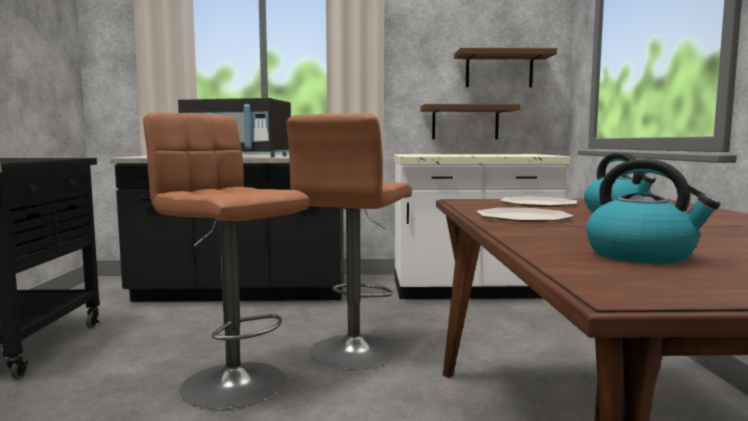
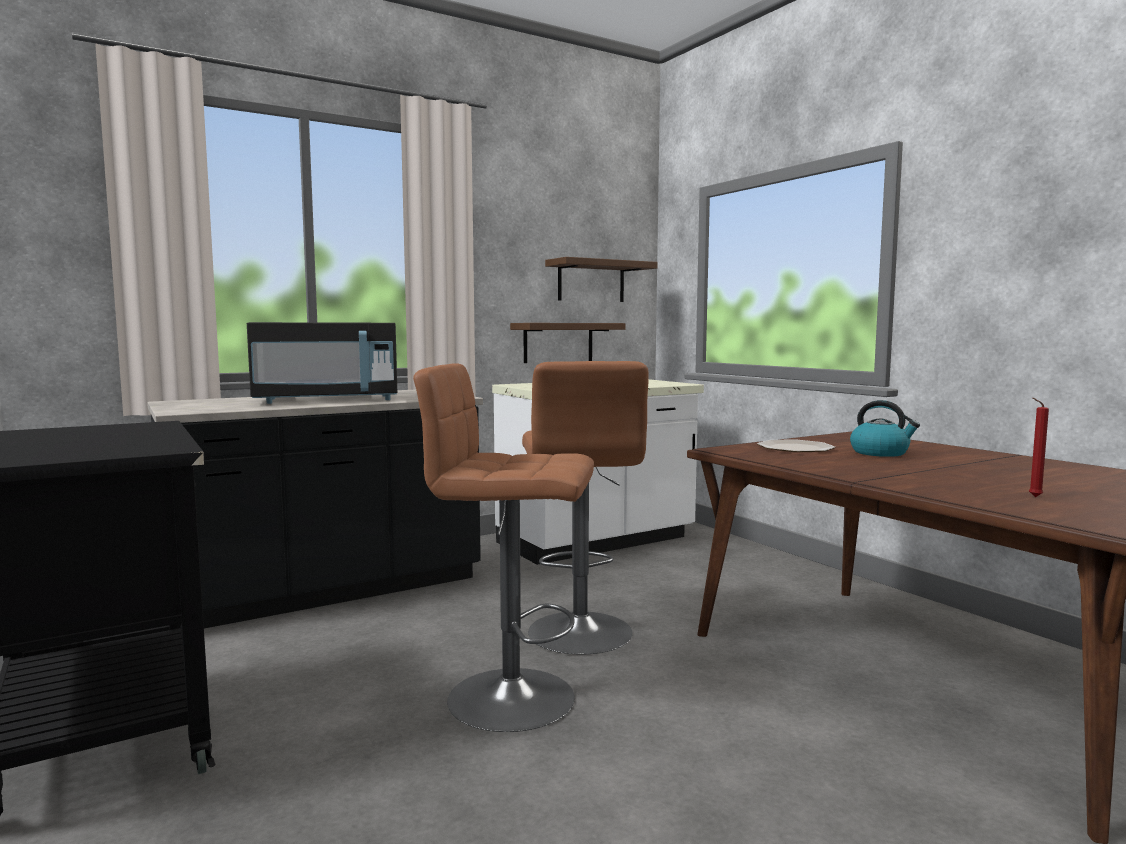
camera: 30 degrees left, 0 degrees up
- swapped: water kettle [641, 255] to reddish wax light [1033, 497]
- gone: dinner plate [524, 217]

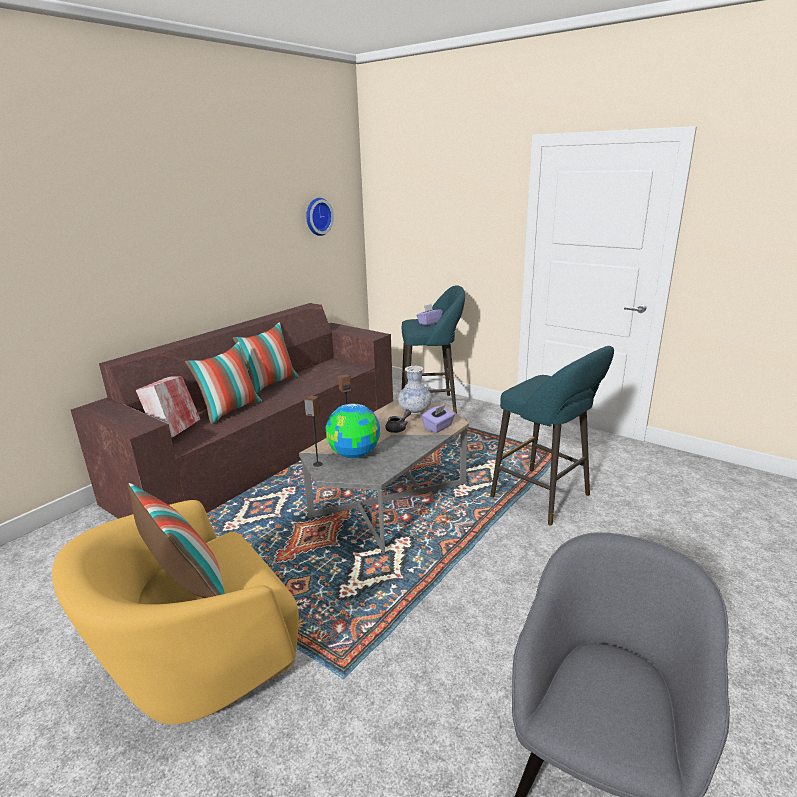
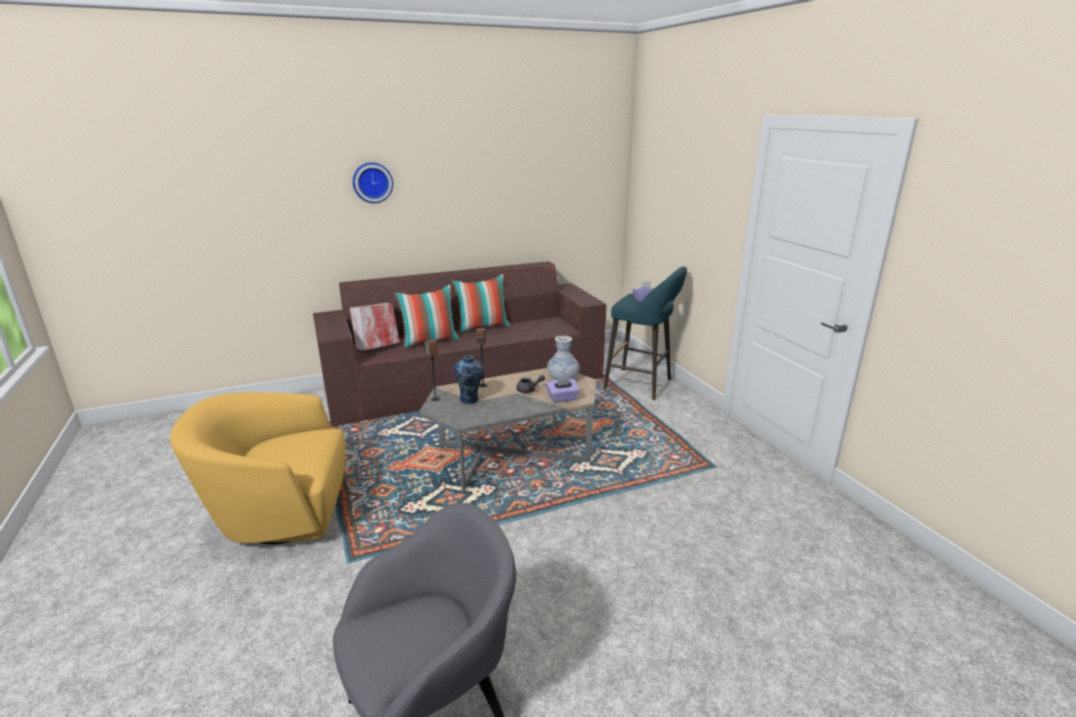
camera: 30 degrees right, 0 degrees up
- shifted: clock on the wall [317, 216] to [372, 182]
- swapped: desk globe [355, 454] to decorative vase [470, 400]
- gone: throw pillow [187, 587]
- gone: blue-green stool seat [545, 498]

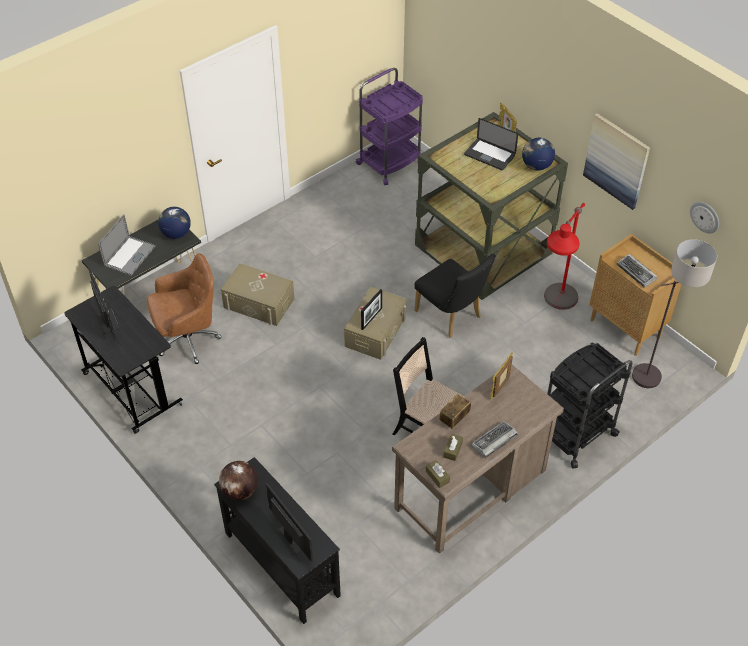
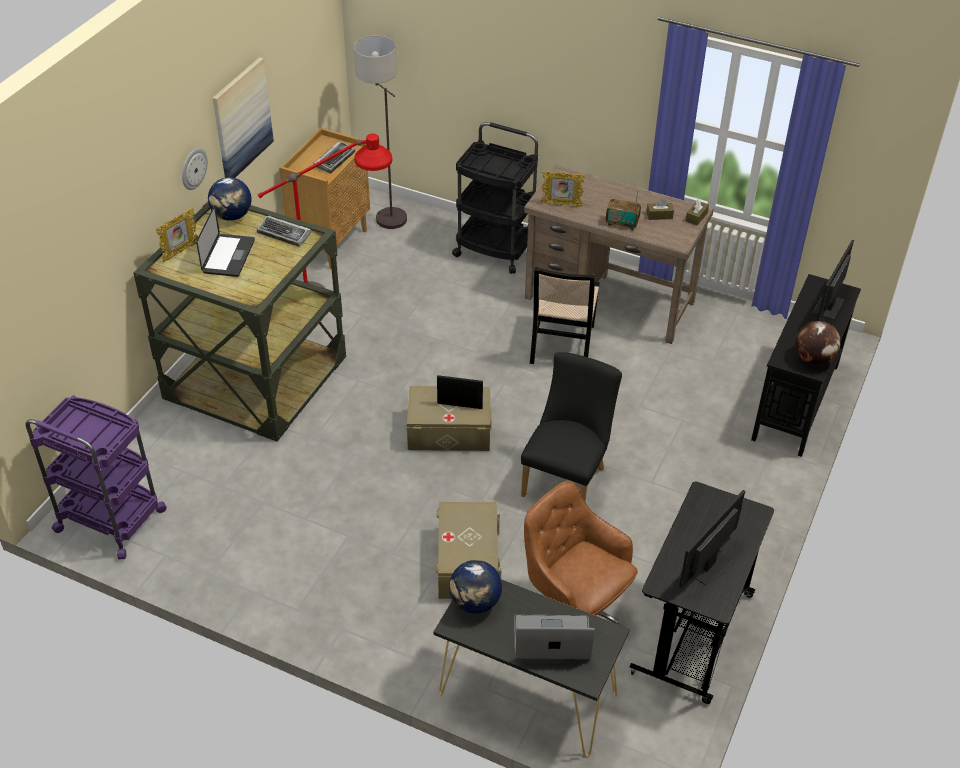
camera: 115 degrees left, 5 degrees down
- shifted: clock on the wall [705, 217] to [193, 168]
- shifted: keyboard [494, 441] to [285, 234]
- shifted: black plain chair [451, 316] to [567, 478]

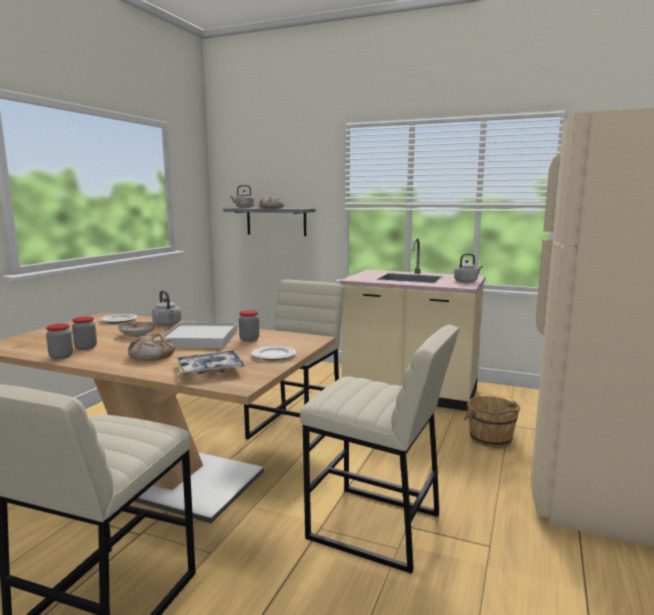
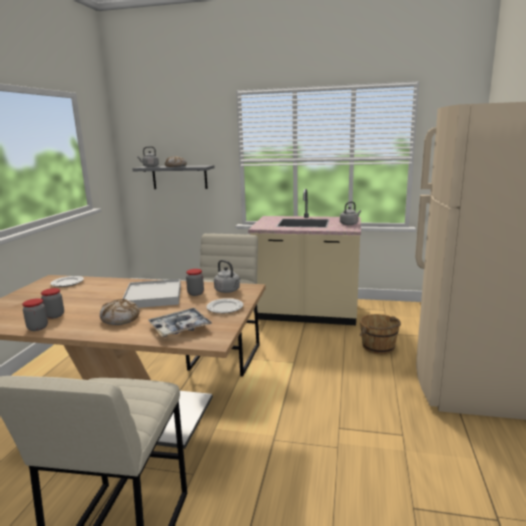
camera: 10 degrees left, 5 degrees up
- shifted: grey water kettle [168, 324] to [228, 291]
- gone: dinner plate [138, 334]
- gone: beige plain chair [378, 527]

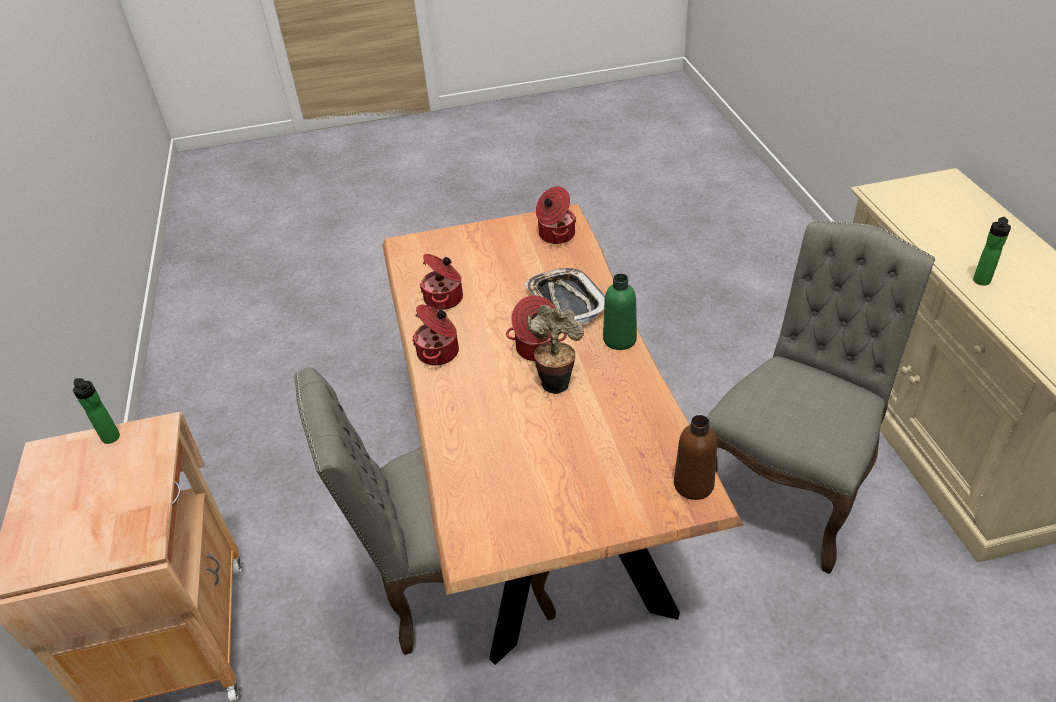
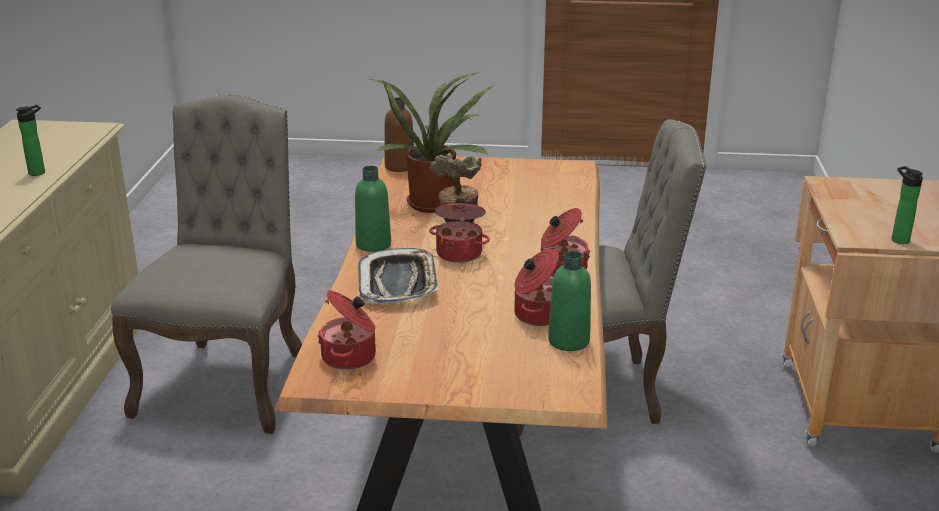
camera: 165 degrees left, 15 degrees down
- rotated: grey plain chair [791, 489] = [228, 382] 135 degrees clockwise
- new: plant in a pot [434, 202]
- new: green-coloured beverage bottle [568, 341]

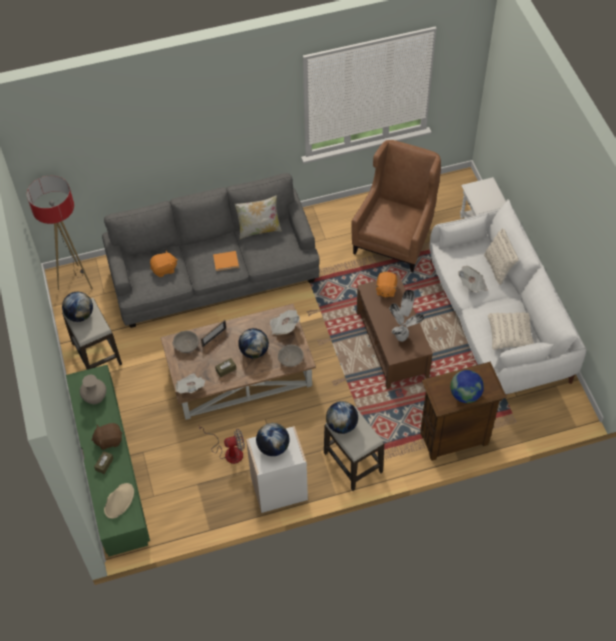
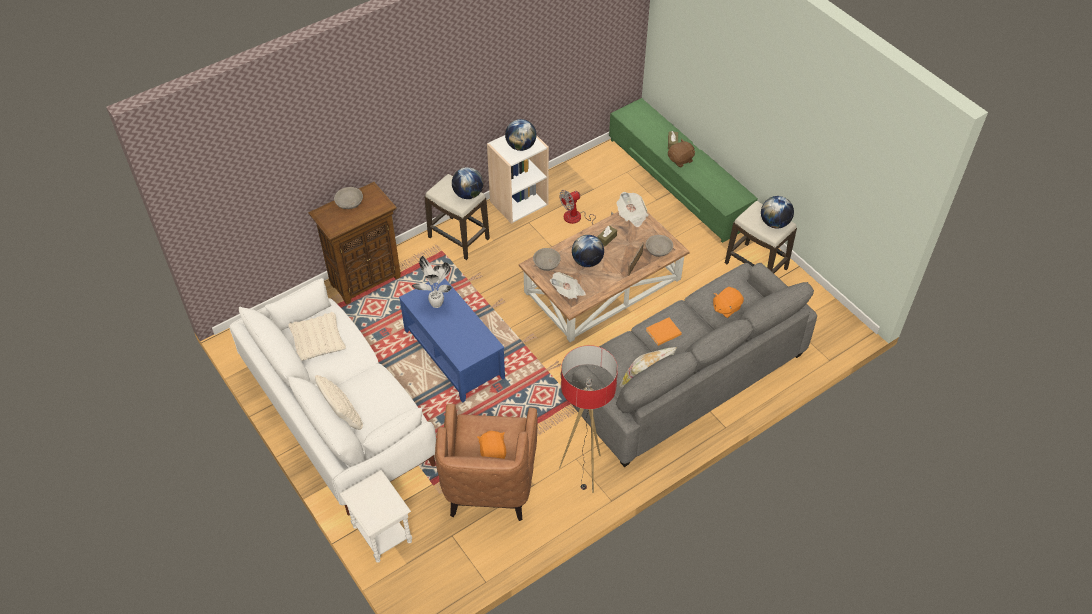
camera: 160 degrees right, 5 degrees down
- swapped: desk globe [465, 395] to grey deep dish [349, 203]
- repainted: brownish low table [392, 344] to blue-coloured low table [453, 354]
- shifted: orange plush toy [385, 290] to [493, 453]
- shifted: floor lamp [76, 281] to [584, 472]
- gone: beige decorative vase [95, 396]
- gone: beige wearable hat [119, 501]
- gone: printed paper [472, 285]

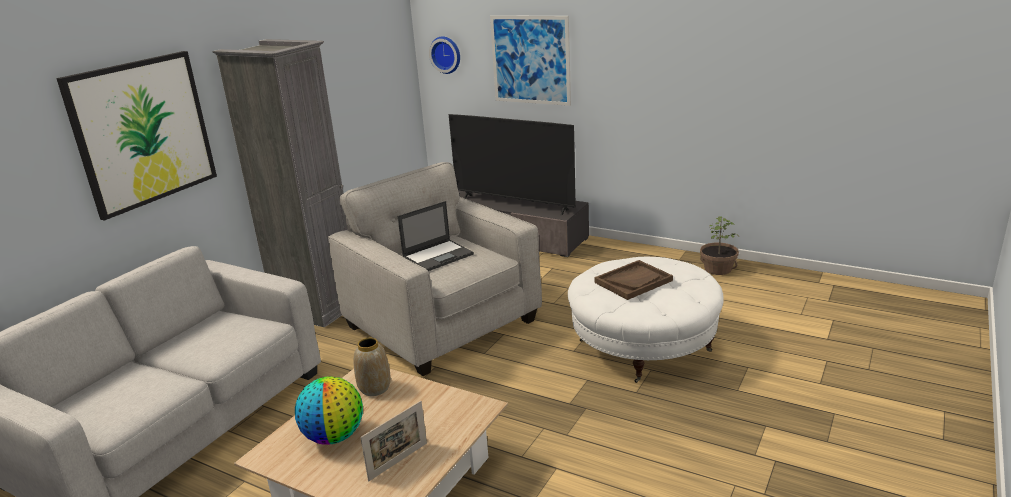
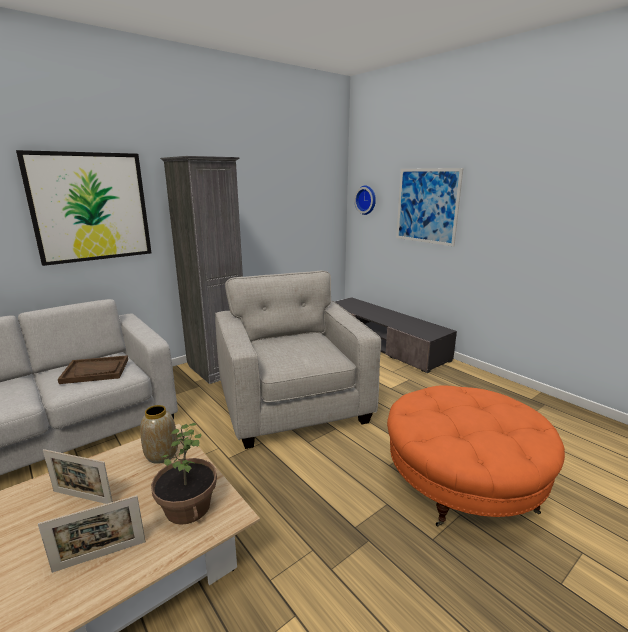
camera: 20 degrees right, 5 degrees down
- swapped: desk globe [334, 436] to picture frame [82, 498]
- shifted: brownish serving tray [633, 281] to [95, 371]
- shifted: plant in a pot [717, 269] to [187, 507]
- repainted: white pouffe [643, 346] to orange pouffe [462, 482]
- gone: portable computer [438, 255]
- gone: TV set [514, 204]

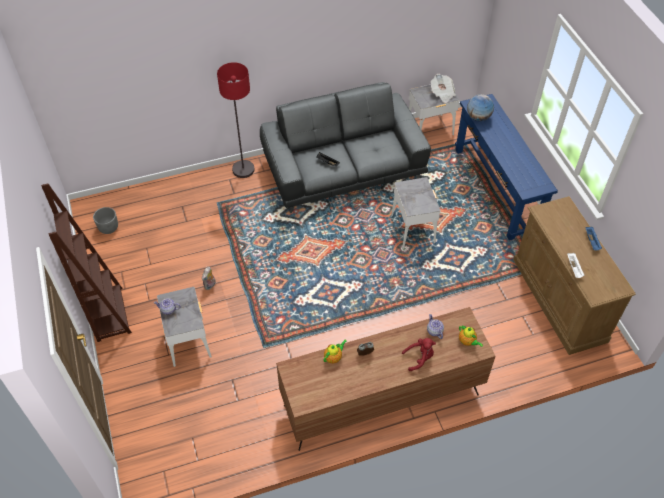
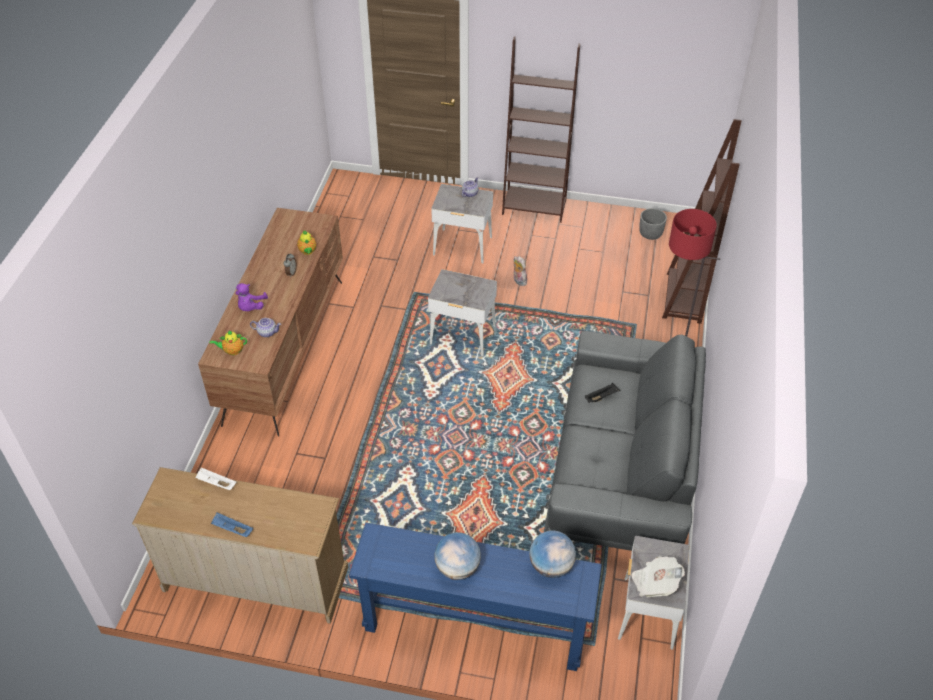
camera: 120 degrees right, 5 degrees down
- repainted: reddish plush toy [419, 358] to purple-coloured plush toy [251, 307]
- shifted: end table [413, 228] to [463, 336]
- new: desk globe [458, 568]
- new: brownish bookshelf [684, 298]

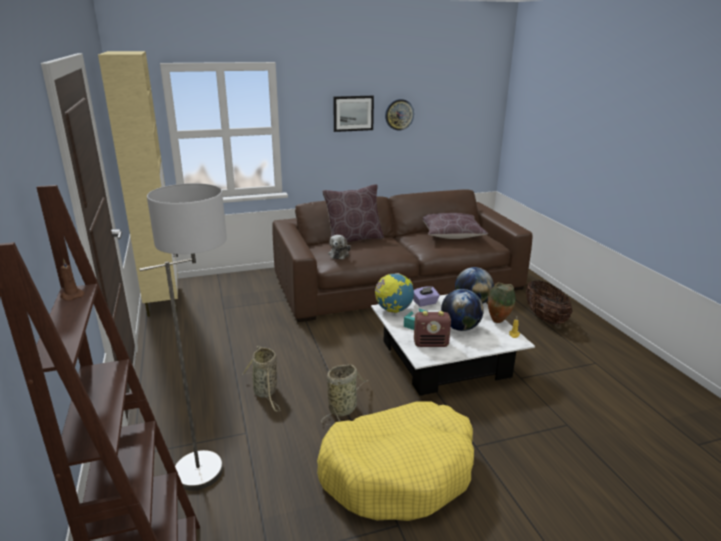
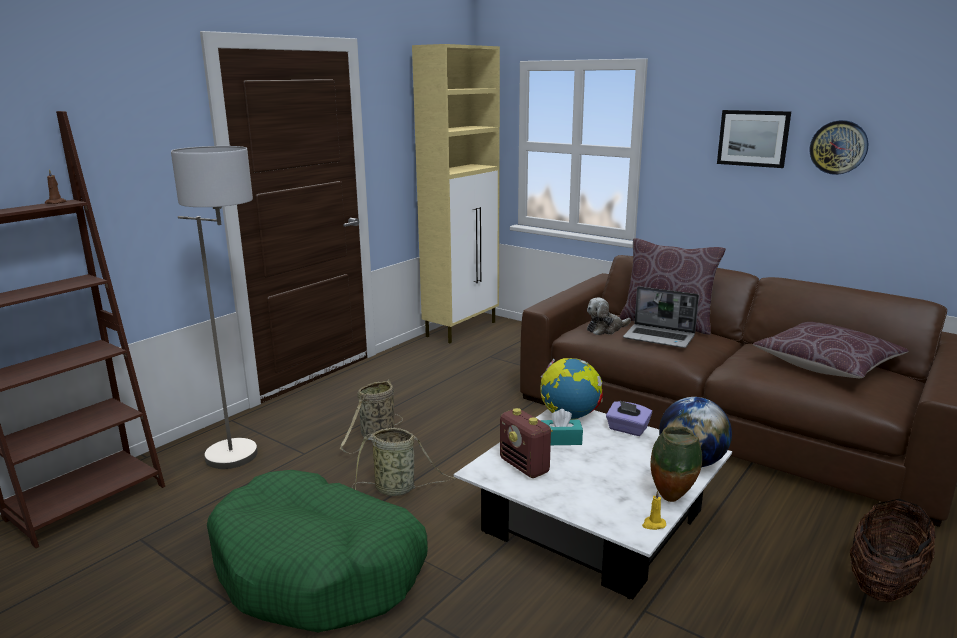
camera: 55 degrees right, 5 degrees down
- repainted: yellow pet bed [398, 471] to green-coloured pet bed [319, 569]
- new: portable computer [660, 337]
- gone: desk globe [460, 328]

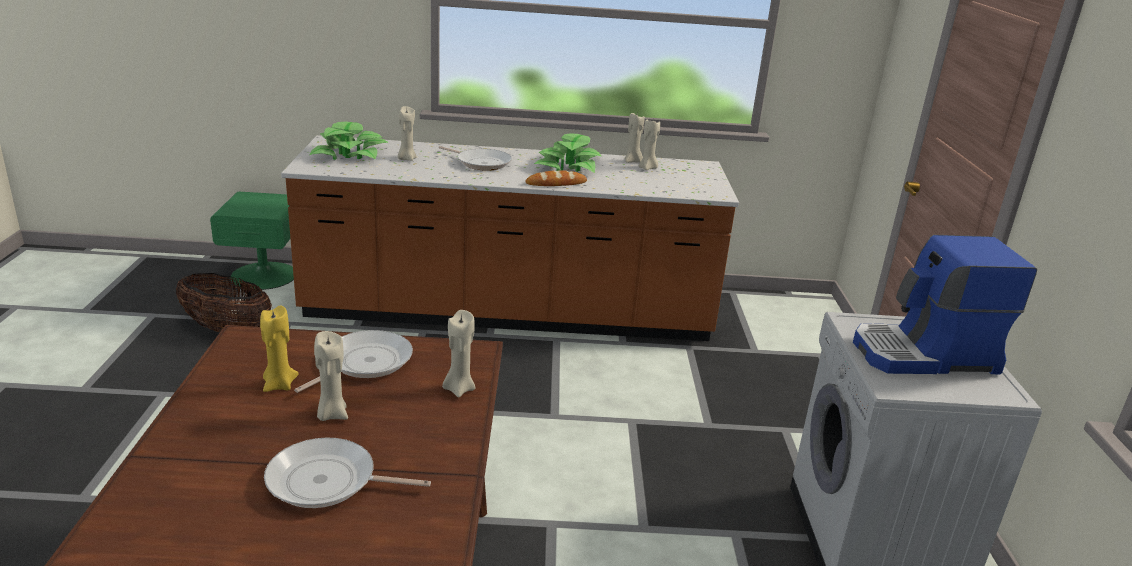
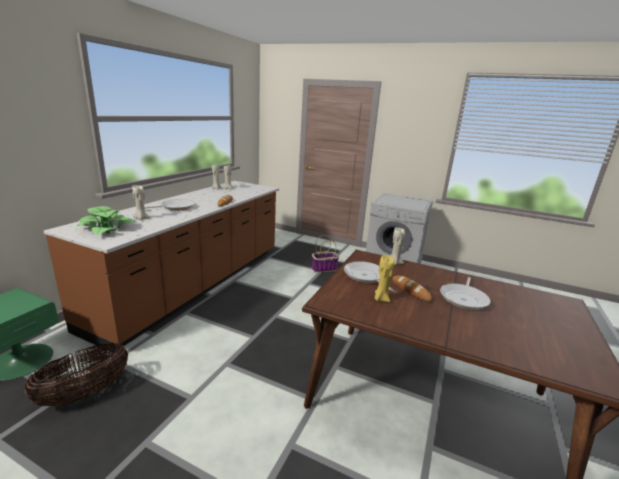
camera: 65 degrees left, 5 degrees down
- new: basket [324, 268]
- swapped: beige wax light [331, 414] to baked bread [411, 290]
- gone: plant in a pot [567, 166]
- gone: coffee machine [925, 355]

